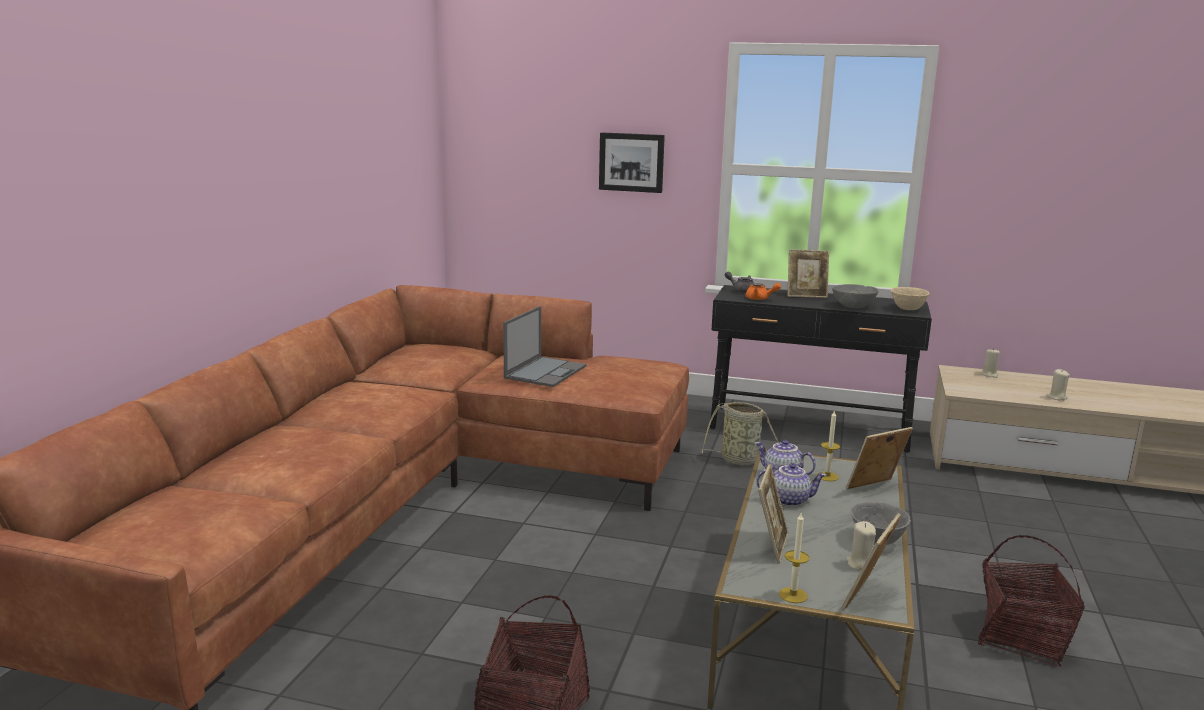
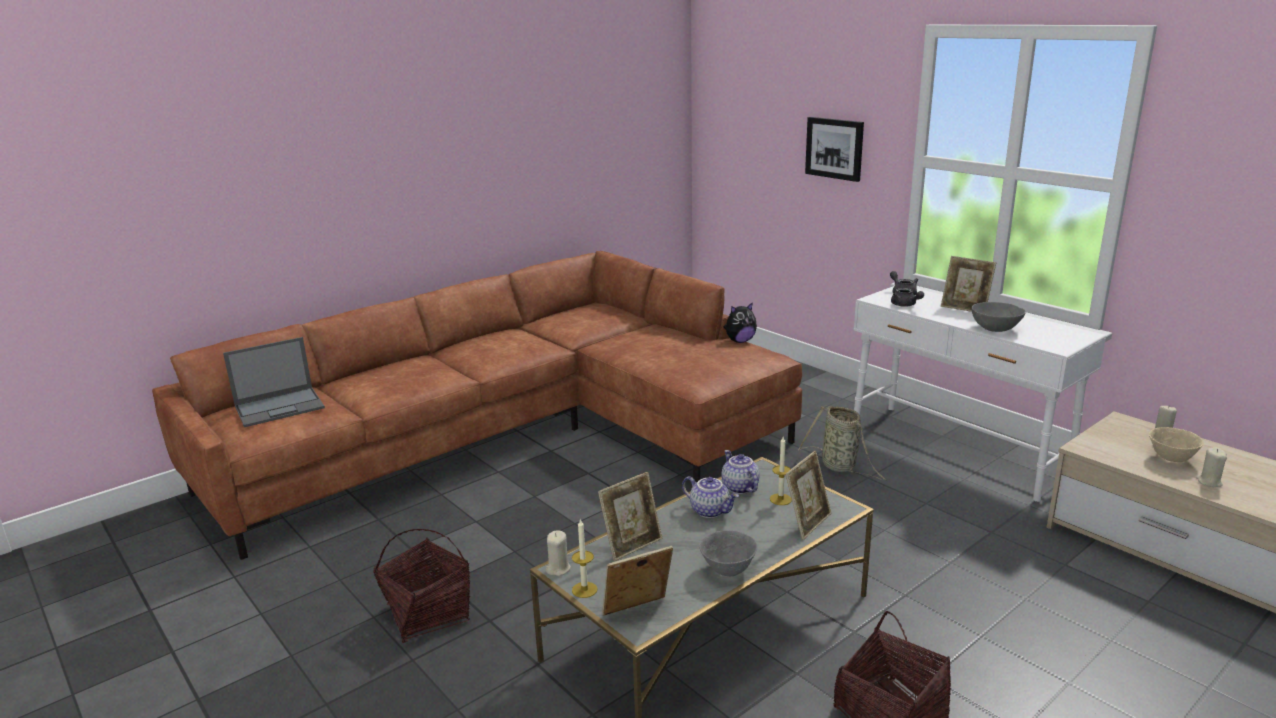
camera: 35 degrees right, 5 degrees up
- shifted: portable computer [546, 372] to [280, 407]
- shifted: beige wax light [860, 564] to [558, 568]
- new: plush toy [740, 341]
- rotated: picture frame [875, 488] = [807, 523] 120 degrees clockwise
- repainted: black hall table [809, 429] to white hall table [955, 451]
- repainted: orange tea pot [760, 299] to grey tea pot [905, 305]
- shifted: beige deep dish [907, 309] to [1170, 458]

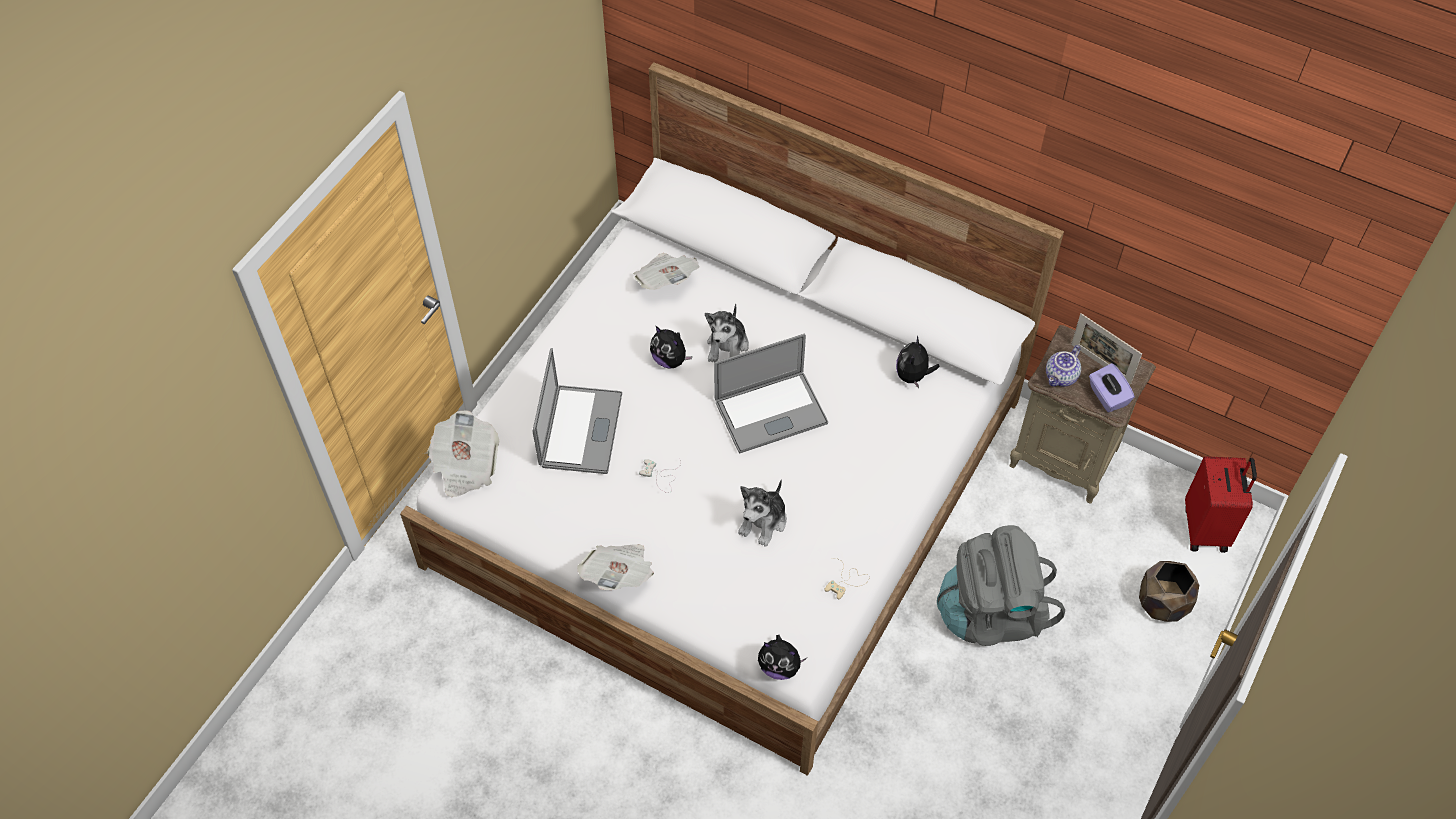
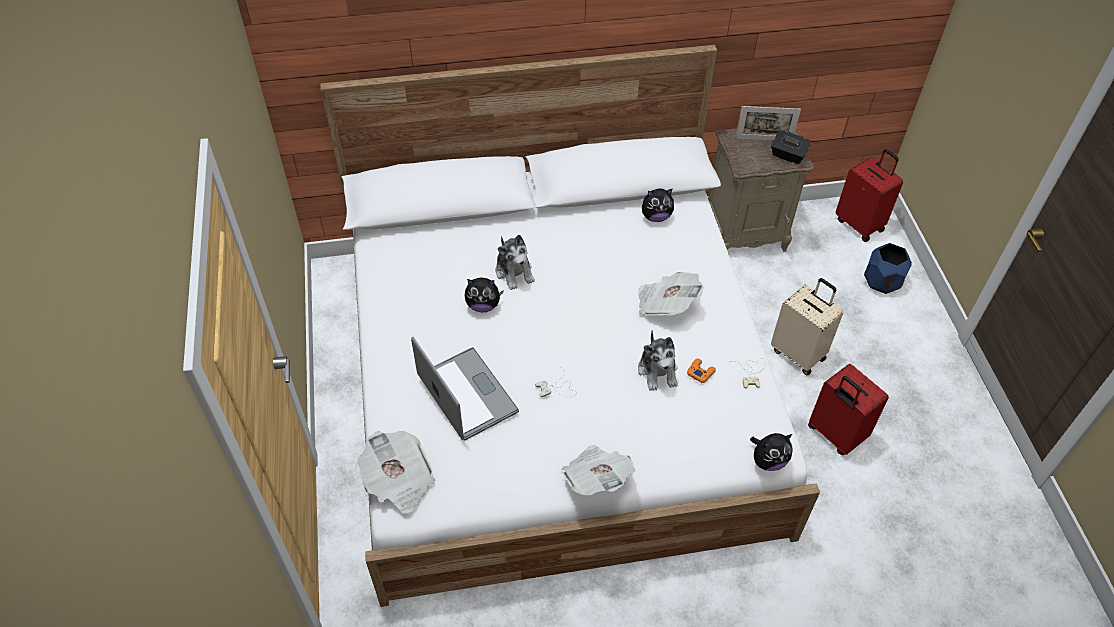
camera: 40 degrees left, 5 degrees down
- shifted: printed paper [666, 281] to [666, 304]
- rotated: plush toy [913, 376] = [656, 216] 75 degrees counterclockwise
- new: orange joypad [700, 372]
- repainted: purple-coloured tissue holder [1107, 396] to black tissue holder [788, 155]
- swapped: grey rucksack [991, 613] to beige travel case [799, 353]
- new: reddish travel case [835, 434]
- repainted: brownish flower pot [1162, 603] to blue-coloured flower pot [881, 282]
- gone: portable computer [771, 412]
- gone: tea pot [1061, 377]

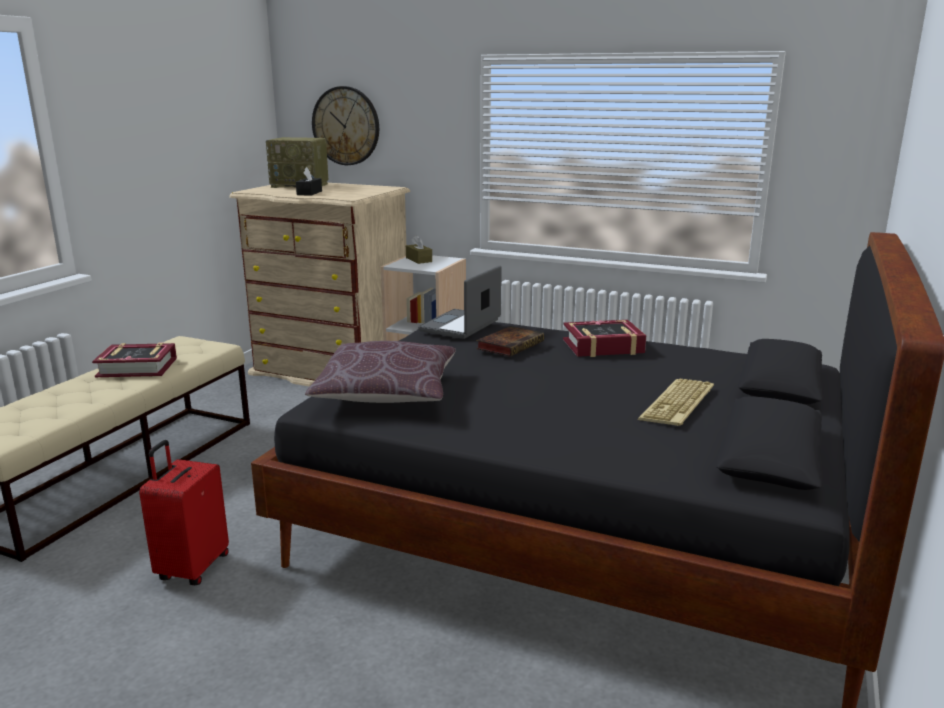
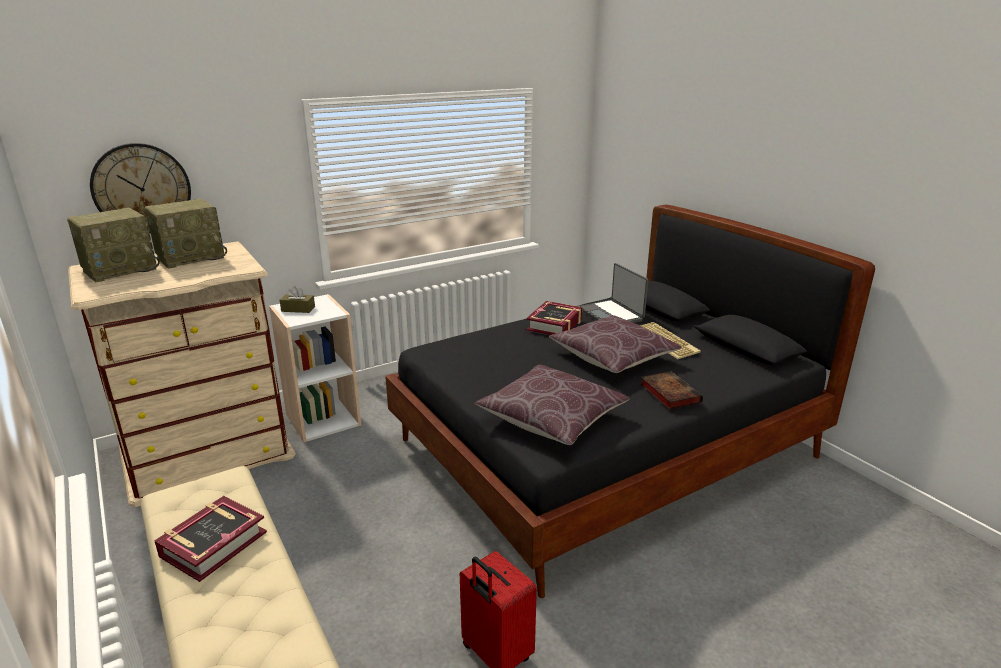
camera: 55 degrees left, 5 degrees up
- new: radio set [191, 257]
- new: brownish throw pillow [612, 357]
- shifted: portable computer [461, 326] to [612, 315]
- shifted: volume [510, 345] to [668, 393]
- gone: black tissue holder [309, 193]

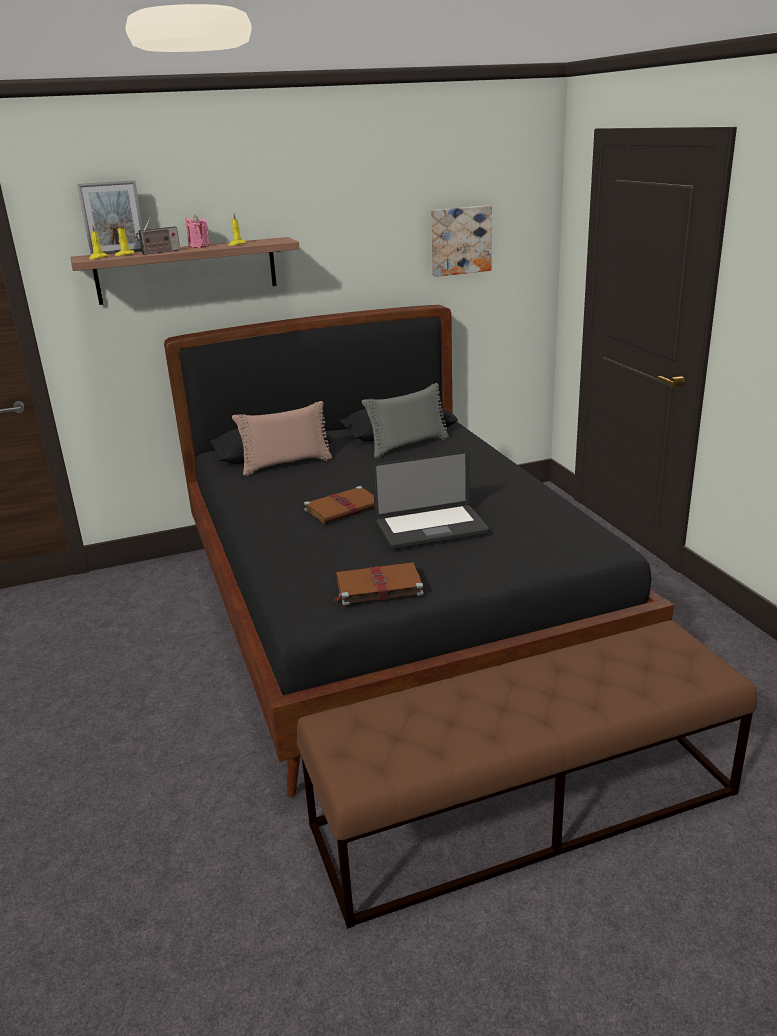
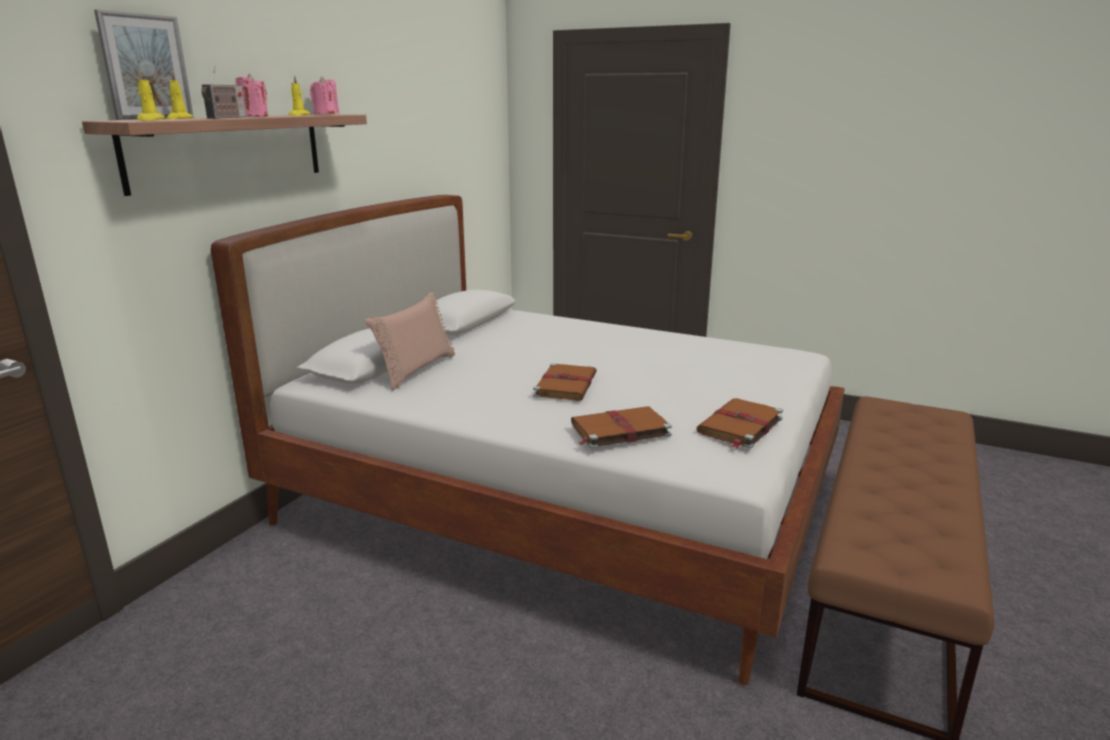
camera: 45 degrees left, 5 degrees down
- repainted: black bedroom bed [391, 614] to white bedroom bed [561, 500]
- new: pink wax light [326, 114]
- new: brownish volume [618, 430]
- gone: grey throw pillow [408, 445]
- gone: portable computer [431, 528]
- gone: wall art [460, 240]

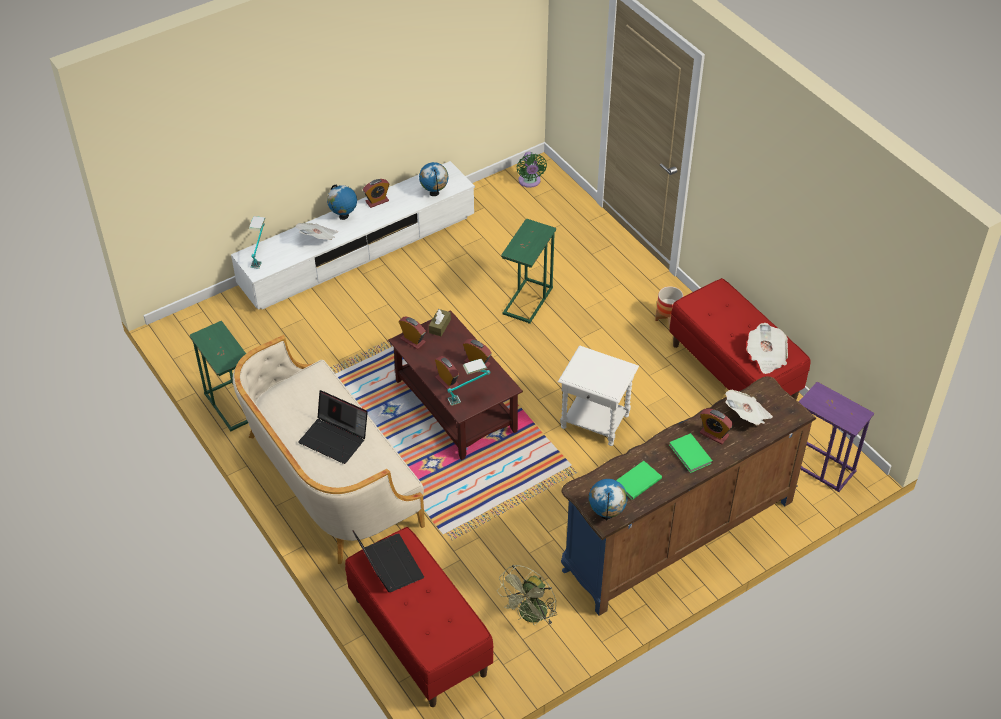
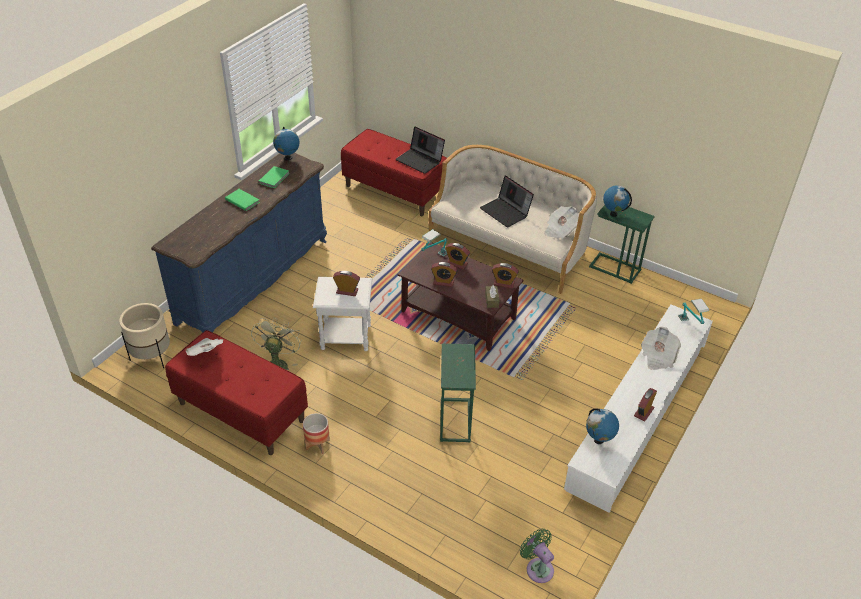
camera: 155 degrees right, 5 degrees down
- swapped: purple-coloured end table [821, 466] to beige flower pot [152, 356]
- shifted: green-coloured electric fan [530, 616] to [277, 364]
- shifted: alarm clock [714, 434] to [347, 291]
- rotated: portable computer [335, 438] = [506, 212] 135 degrees counterclockwise
- shifted: printed paper [747, 416] to [560, 230]
- shifted: desk globe [343, 216] to [613, 214]

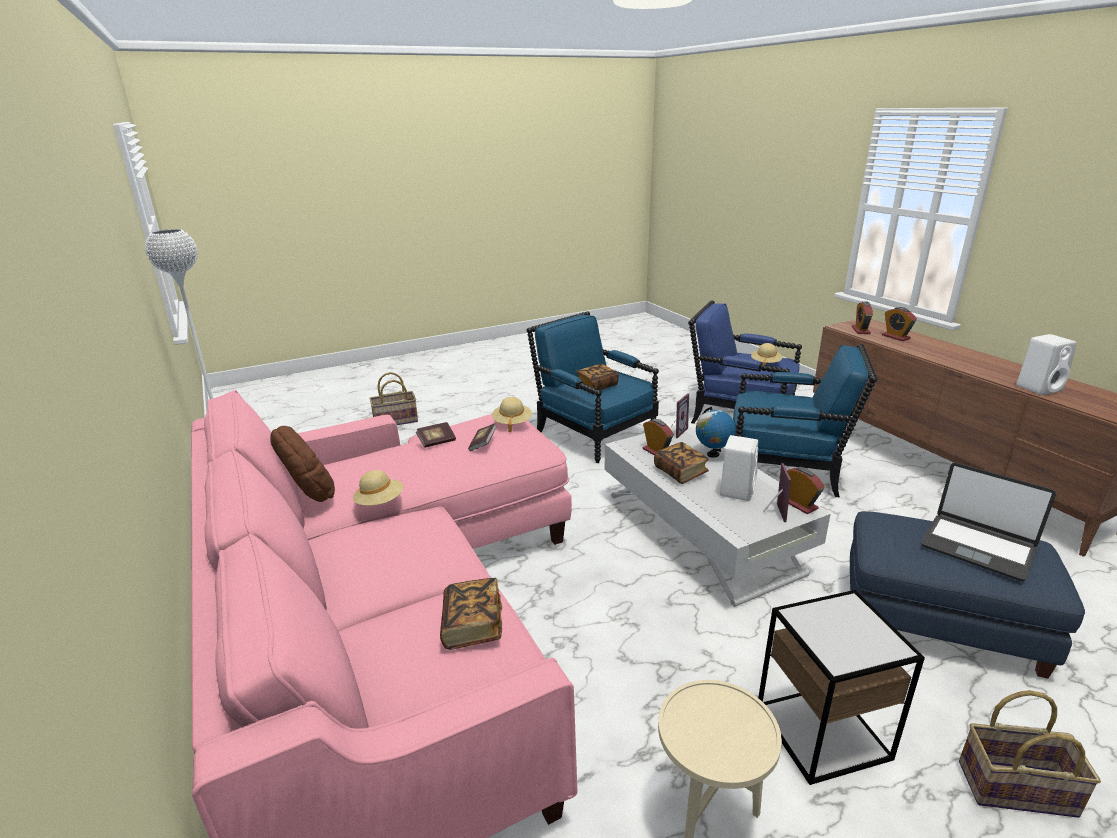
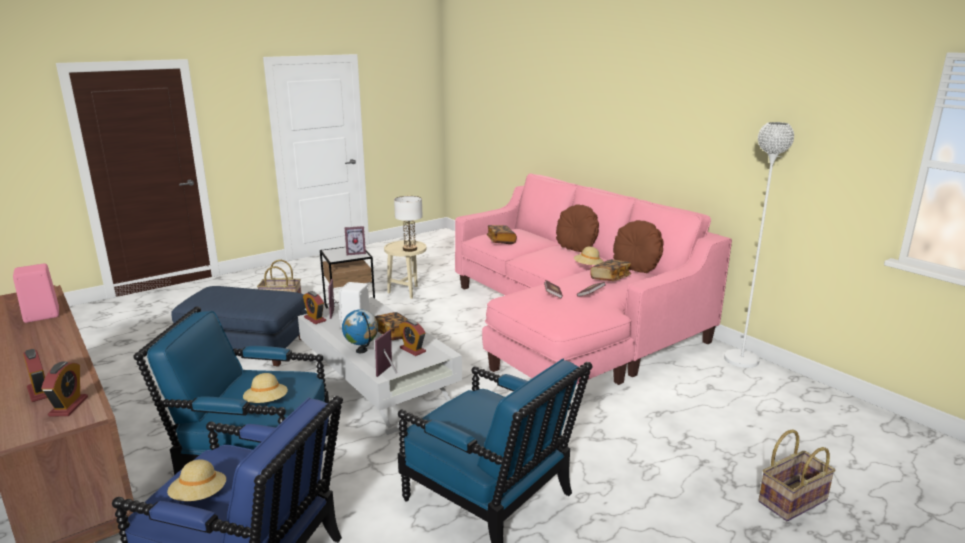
camera: 170 degrees right, 5 degrees down
- repainted: white audio speaker [1039, 388] to pink audio speaker [40, 316]
- shifted: beige wearable hat [512, 423] to [266, 402]
- new: picture frame [355, 253]
- new: tabletop lamp [409, 249]
- new: brownish throw pillow [576, 249]
- shifted: volume [596, 386] to [610, 278]
- gone: portable computer [977, 547]

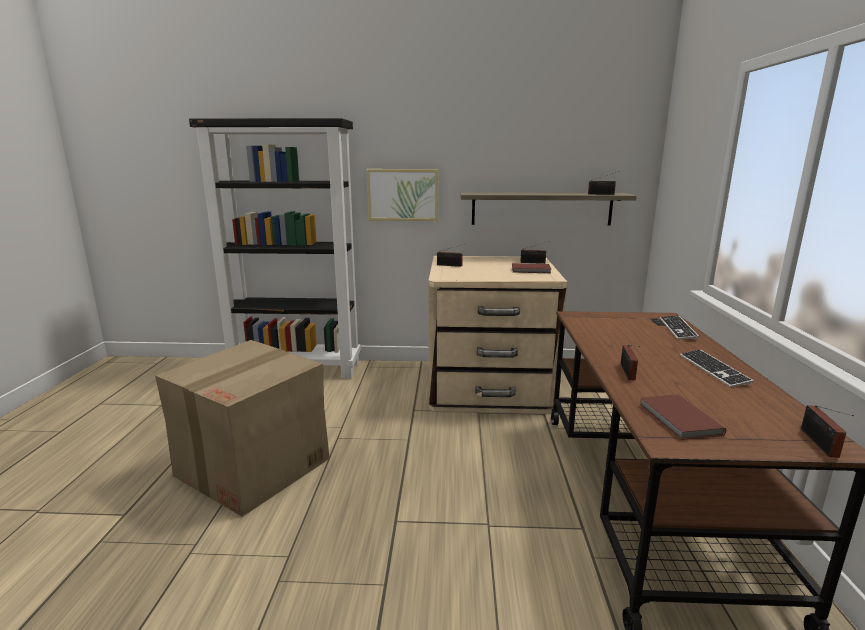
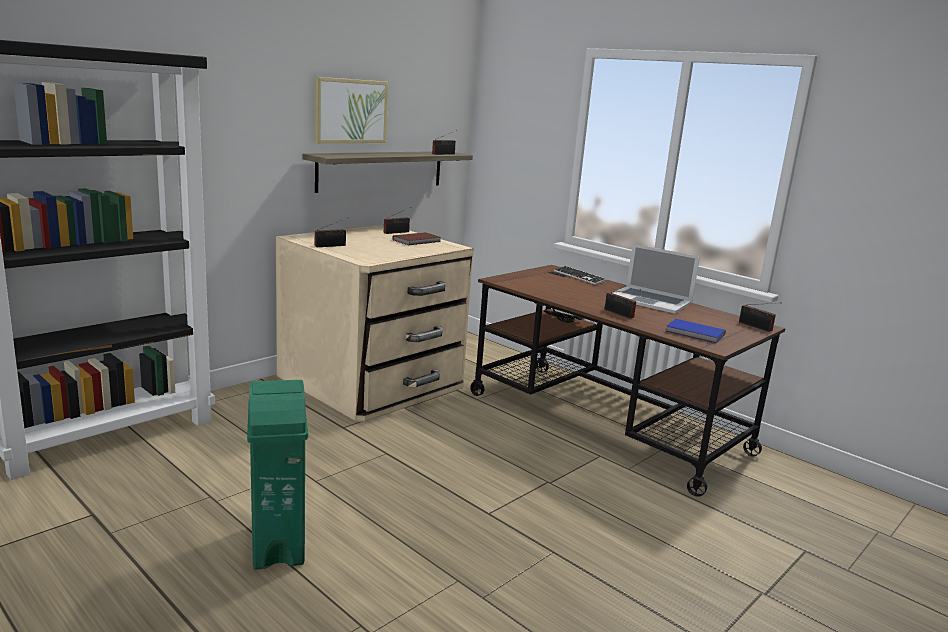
camera: 50 degrees left, 0 degrees up
- swapped: carton [254, 466] to green-coloured waste bin [278, 543]
- shifted: wall art [403, 195] to [350, 111]
- swapped: keyboard [713, 369] to portable computer [650, 300]
- repainted: brownish volume [678, 419] to blue-coloured volume [695, 333]

